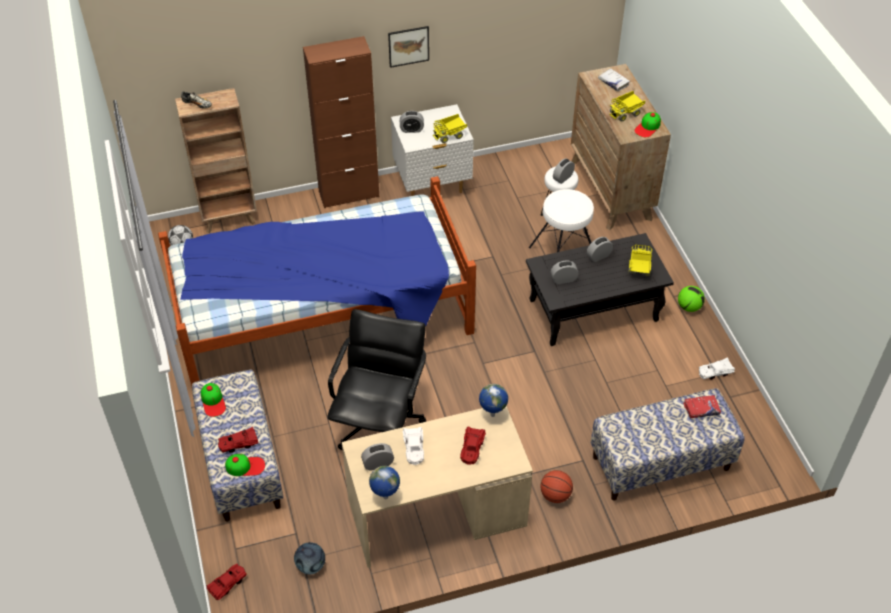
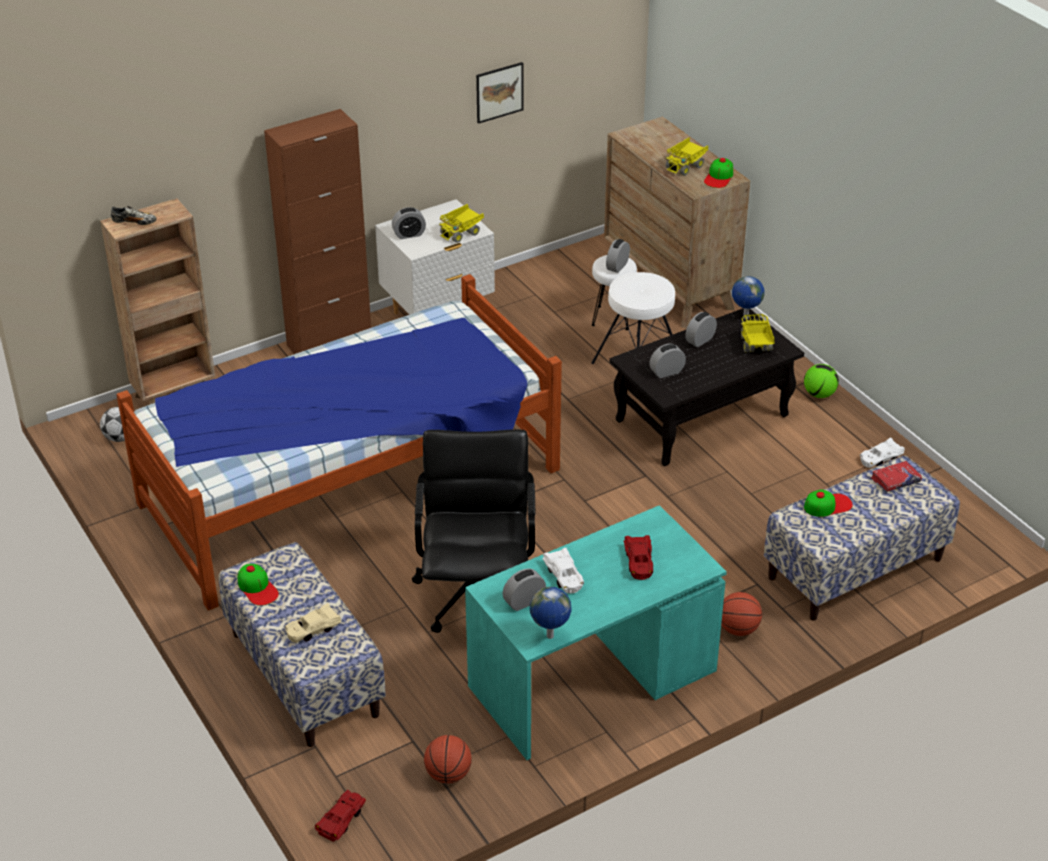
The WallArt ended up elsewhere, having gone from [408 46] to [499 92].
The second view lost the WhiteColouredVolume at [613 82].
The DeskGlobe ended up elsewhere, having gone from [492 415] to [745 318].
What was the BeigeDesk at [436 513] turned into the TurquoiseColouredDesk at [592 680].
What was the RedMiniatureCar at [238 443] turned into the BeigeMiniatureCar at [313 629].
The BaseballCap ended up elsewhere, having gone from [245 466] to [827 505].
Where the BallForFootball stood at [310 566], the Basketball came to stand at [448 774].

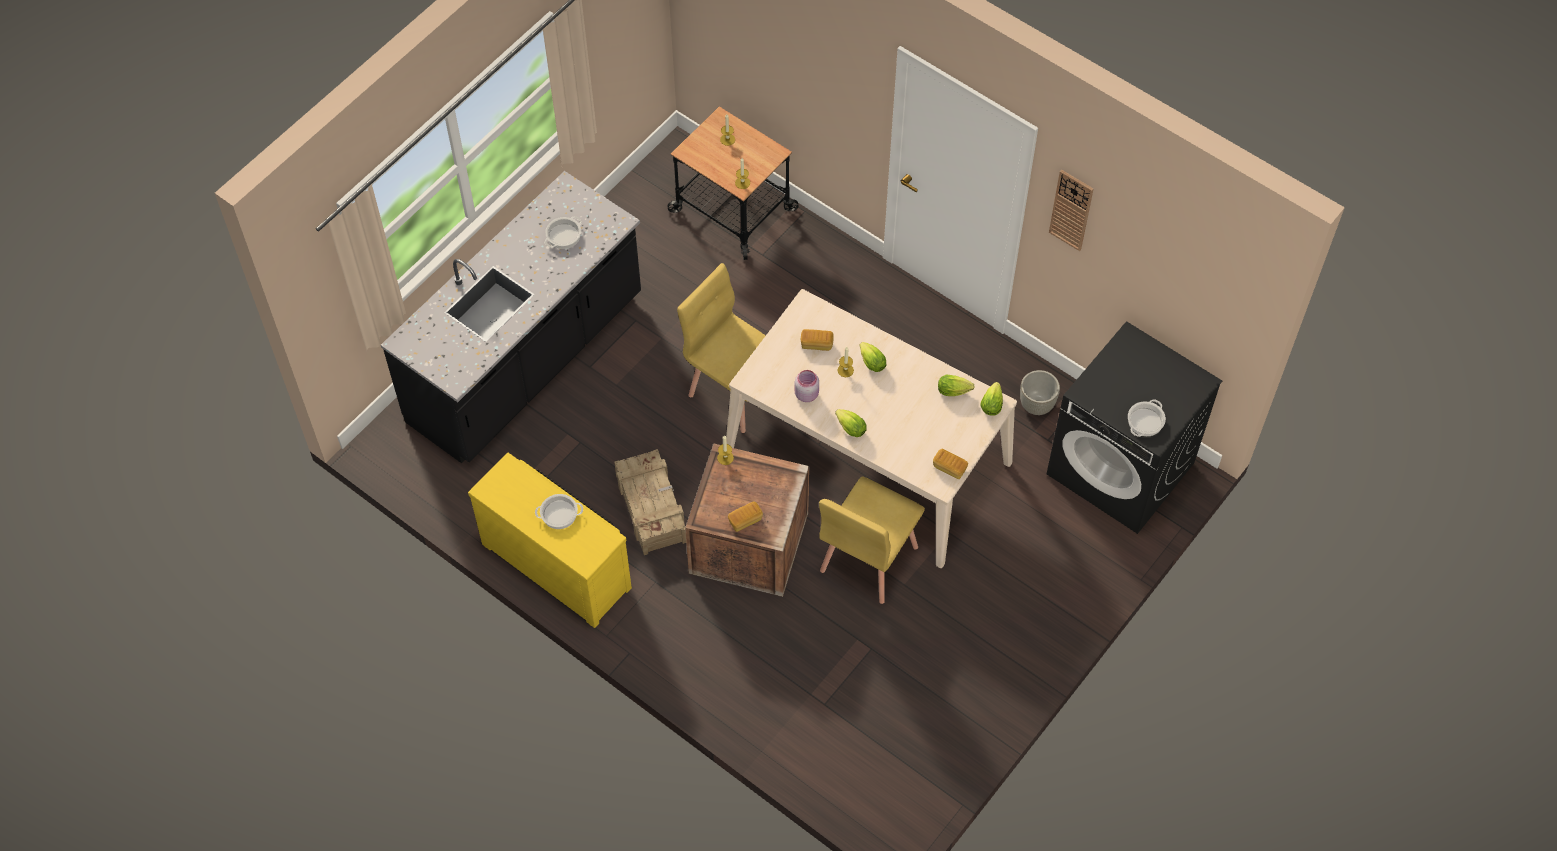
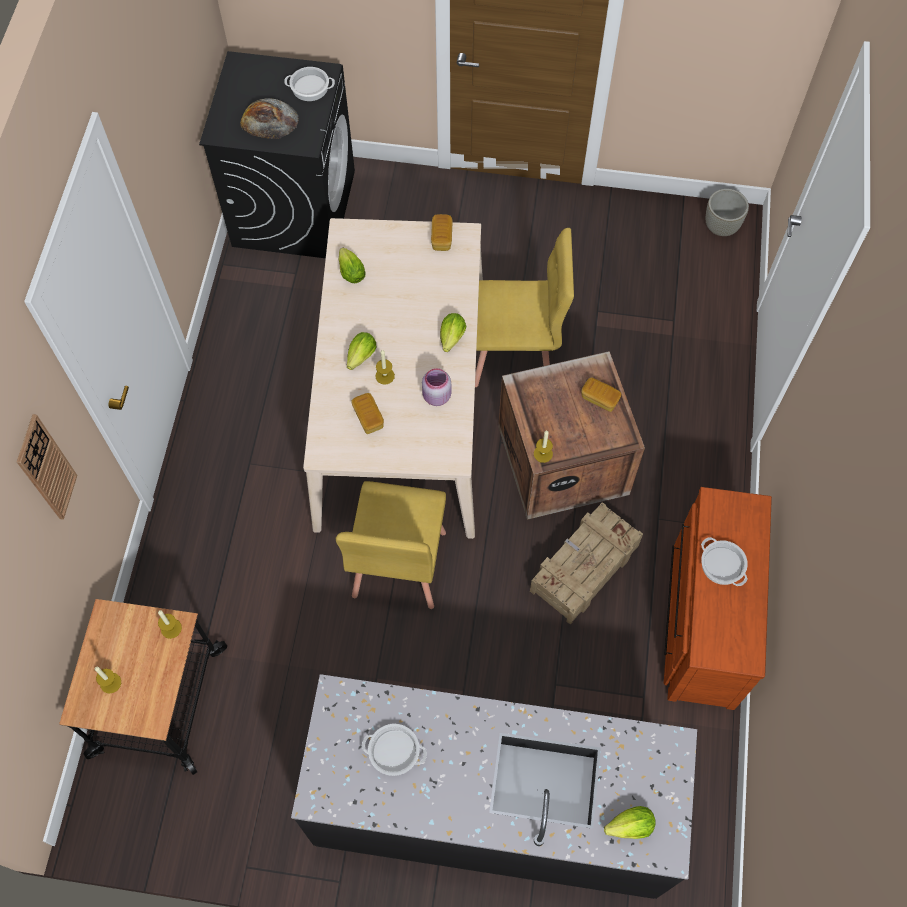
The WallClock ended up elsewhere, having gone from [1071 210] to [46 468].
The GrayPlanter ended up elsewhere, having gone from [1036 405] to [721 227].
The HeadOfLettuce ended up elsewhere, having gone from [992 403] to [627 827].
What was the YellowishDresser at [559 563] turned into the BrownDresser at [701 620].
The second view gained the Bread at [269 120].

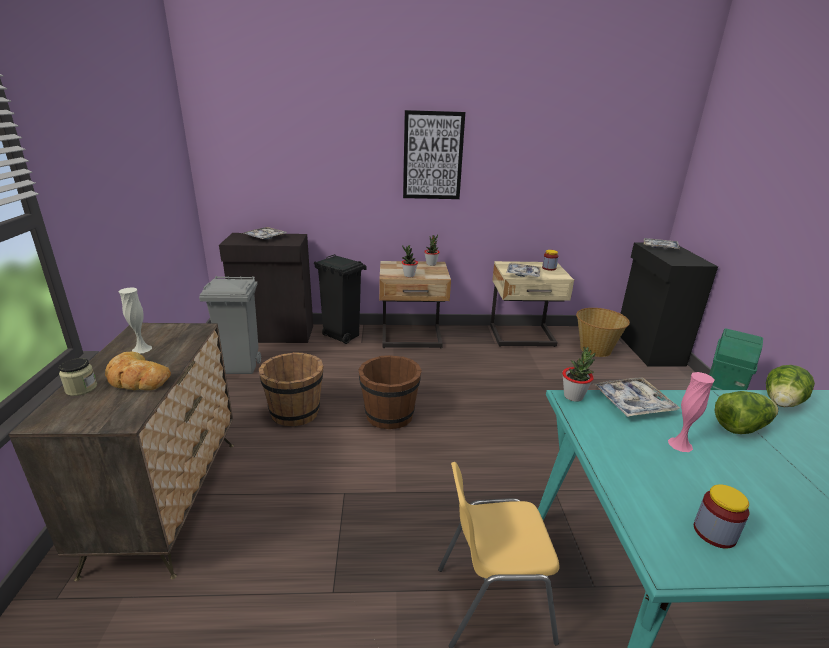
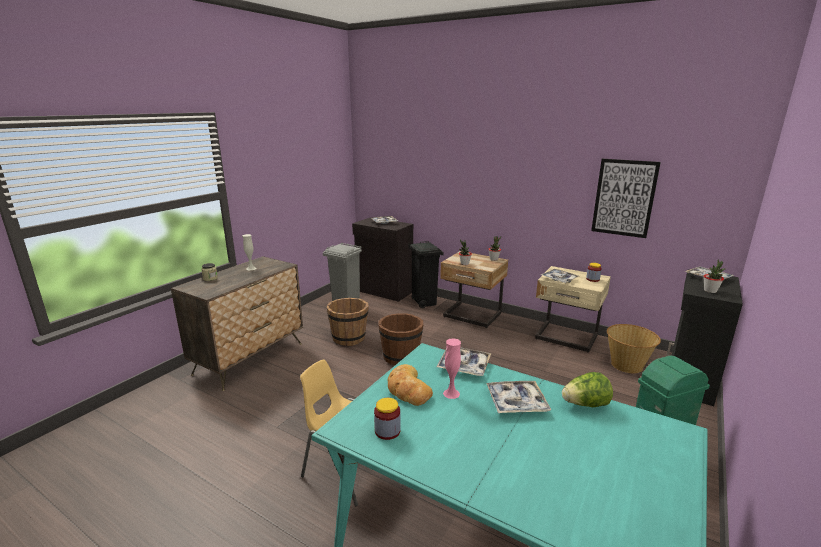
The WallArt ended up elsewhere, having gone from [433 156] to [624 198].
The PottedPlant ended up elsewhere, having gone from [573 396] to [710 291].
The Bread ended up elsewhere, having gone from [136 378] to [407 389].
Where the HeadOfLettuce stood at [740 427], the Tray came to stand at [516 402].

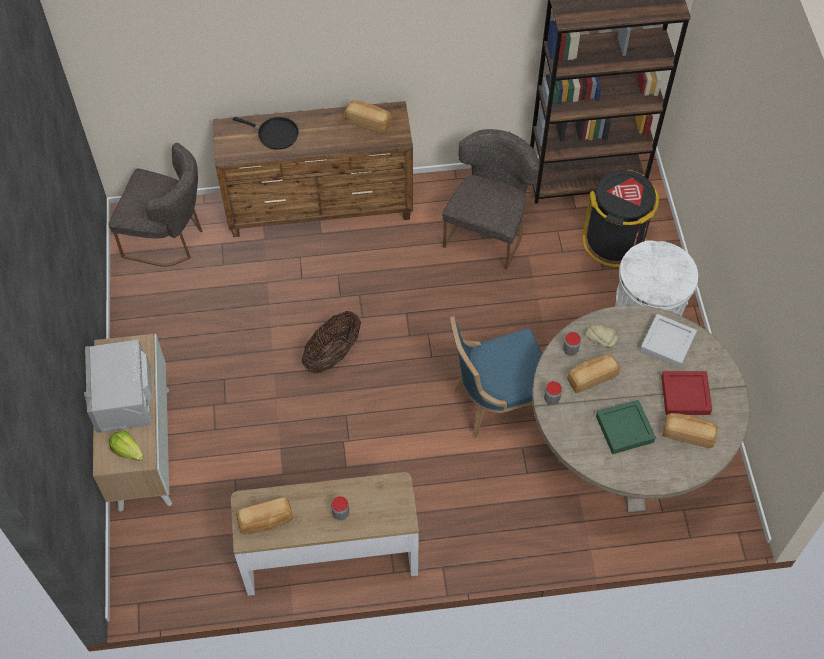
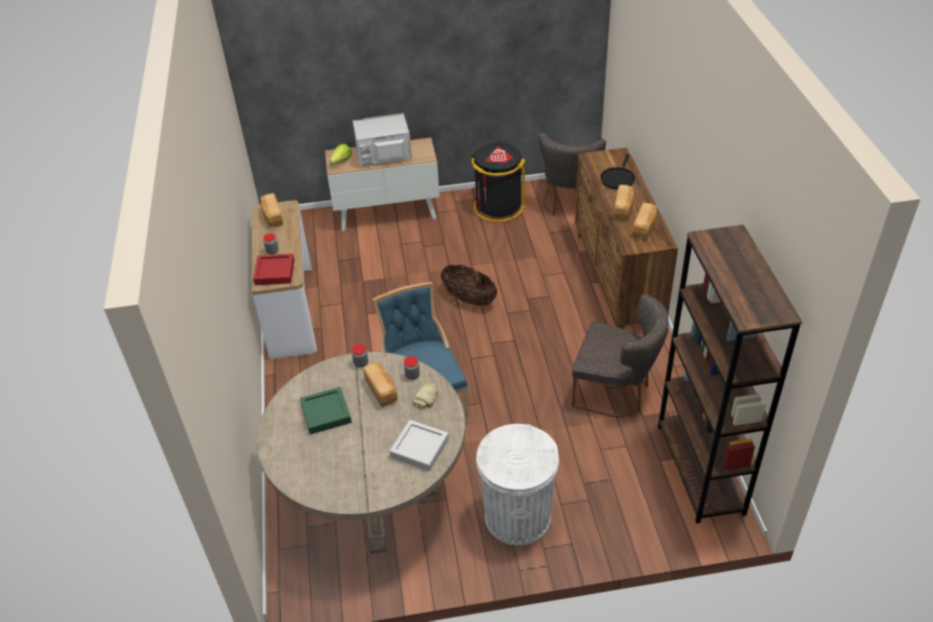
The BlackColouredWasteBin ended up elsewhere, having gone from [615 242] to [498 207].
The RedTray ended up elsewhere, having gone from [685 395] to [275 272].
The Bread ended up elsewhere, having gone from [688 434] to [623 209].

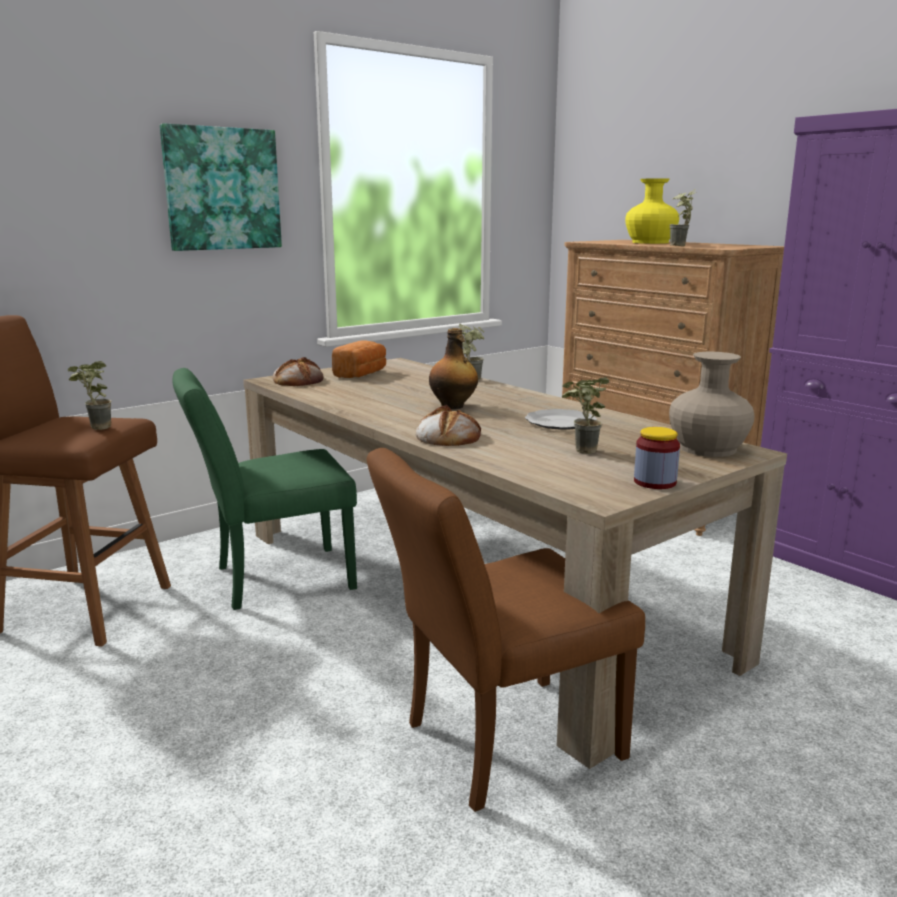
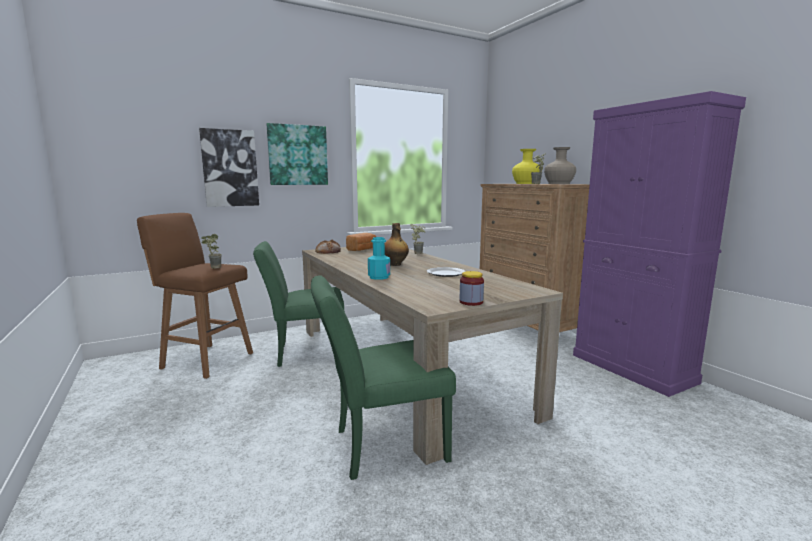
The BeigeFlowerVase ended up elsewhere, having gone from [707 448] to [559 183].
The second view lost the PottedPlant at [581 452].
Where the Bread stood at [447 436], the TurquoiseColouredDrinkBottle came to stand at [379 277].
What was the BrownUprightChair at [498 744] turned into the GreenUprightChair at [381 446].
The second view gained the WallArt at [230 168].

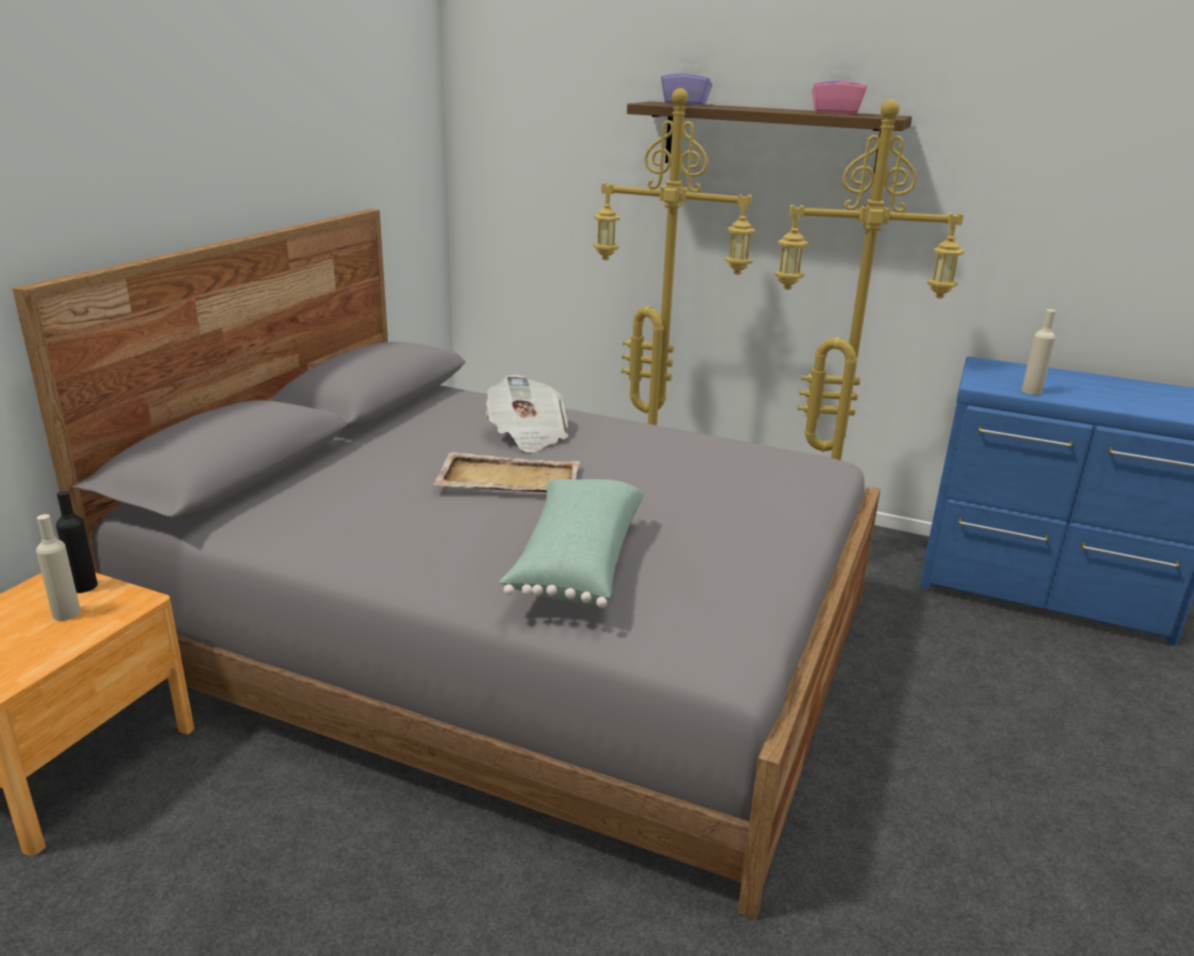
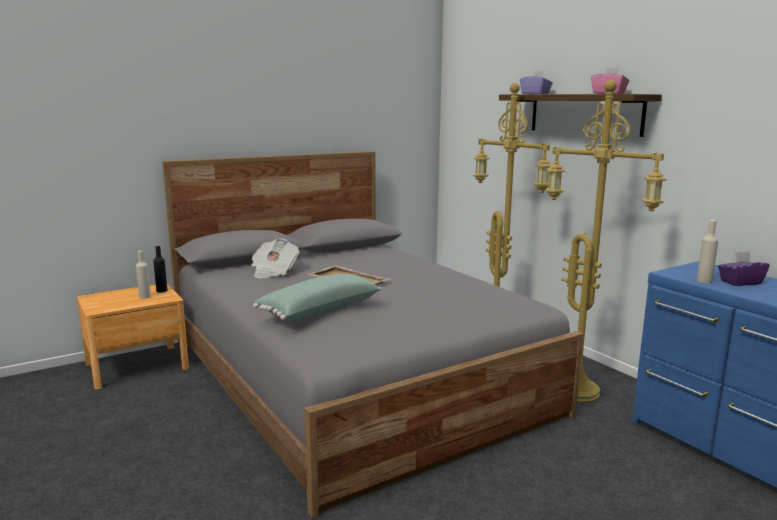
The PrintedPaper ended up elsewhere, having gone from [527 435] to [274 272].
The second view gained the PurplishBoxOfTissues at [740 282].

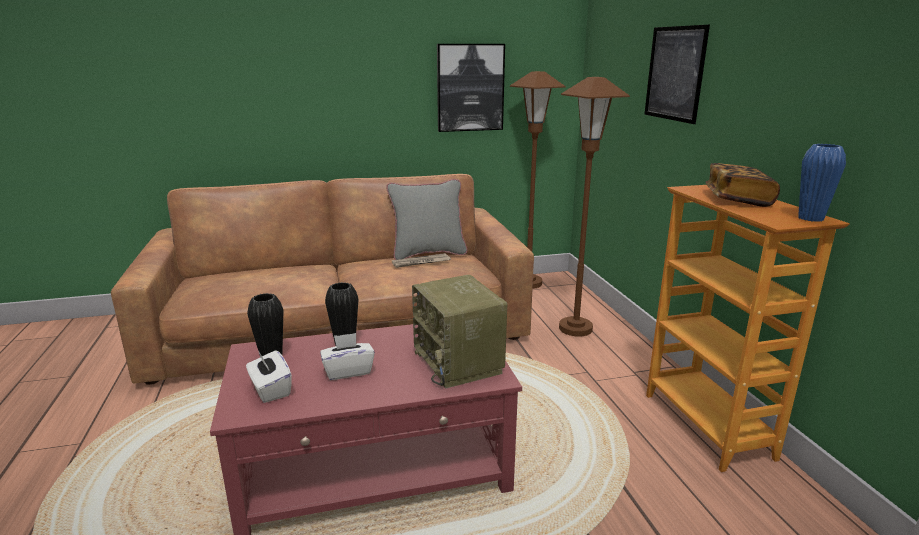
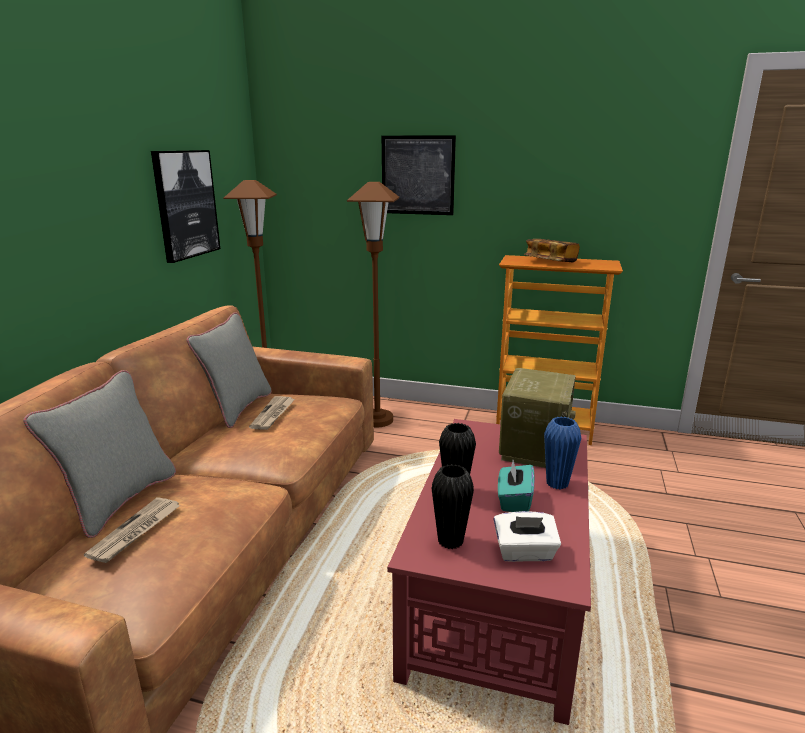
The BlueFlowerVase ended up elsewhere, having gone from [810 218] to [557 483].
The RadioReceiver at [459 362] ended up facing another way, 75 degrees counterclockwise from before.
What was the WhiteColouredBoxOfTissues at [348 371] turned into the TurquoiseColouredBoxOfTissues at [514 500].
The second view gained the GrayPillow at [119 500].
The second view gained the PrintedPaper at [135 532].

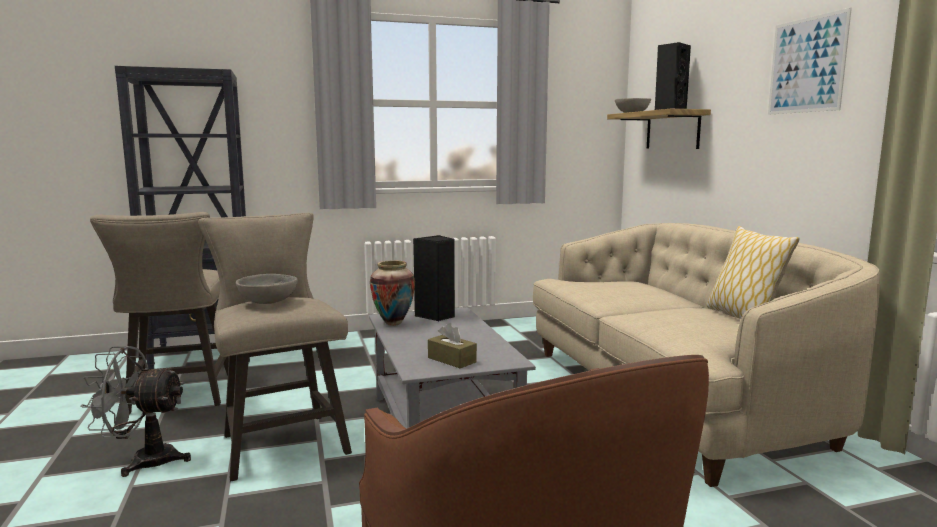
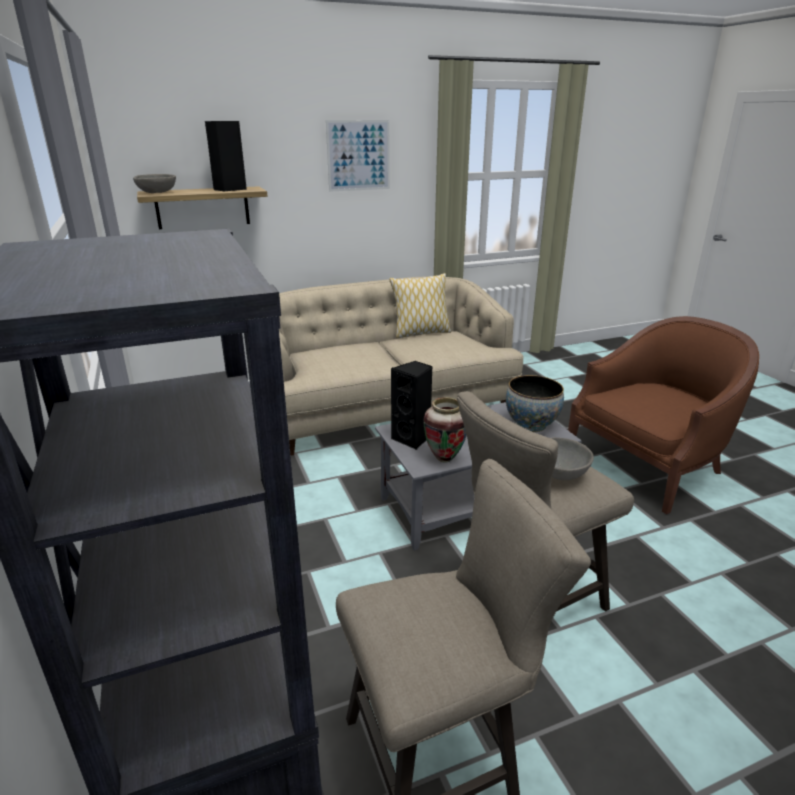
Where the BrownBoxOfTissues stood at [452 360], the Bowl came to stand at [531 425].
The second view lost the GrayFan at [143 460].

